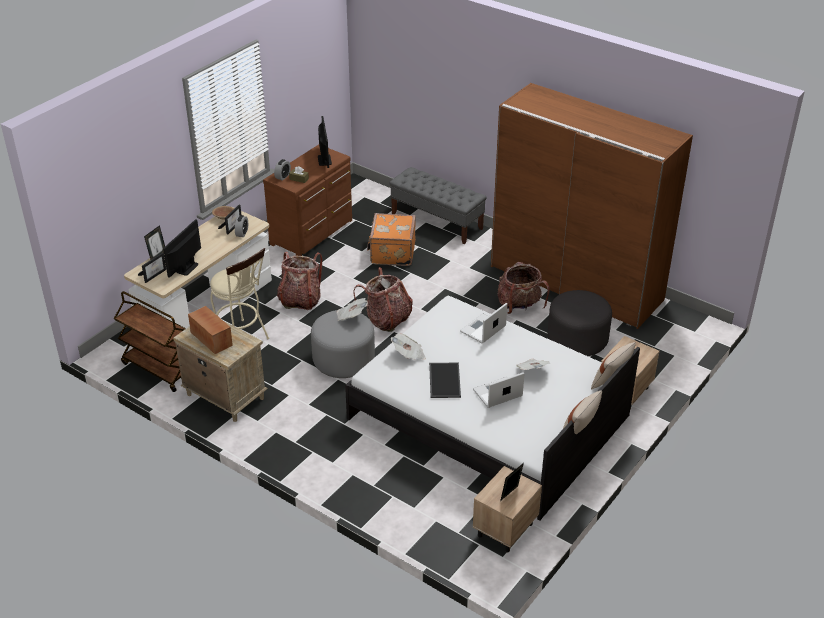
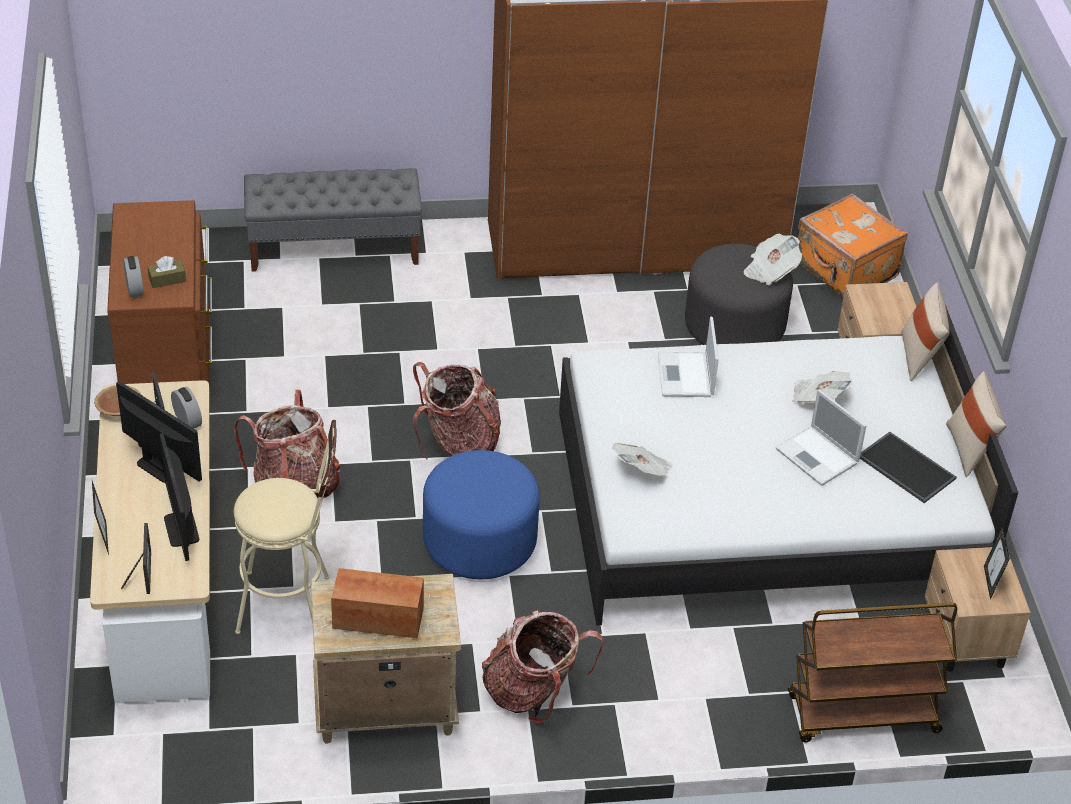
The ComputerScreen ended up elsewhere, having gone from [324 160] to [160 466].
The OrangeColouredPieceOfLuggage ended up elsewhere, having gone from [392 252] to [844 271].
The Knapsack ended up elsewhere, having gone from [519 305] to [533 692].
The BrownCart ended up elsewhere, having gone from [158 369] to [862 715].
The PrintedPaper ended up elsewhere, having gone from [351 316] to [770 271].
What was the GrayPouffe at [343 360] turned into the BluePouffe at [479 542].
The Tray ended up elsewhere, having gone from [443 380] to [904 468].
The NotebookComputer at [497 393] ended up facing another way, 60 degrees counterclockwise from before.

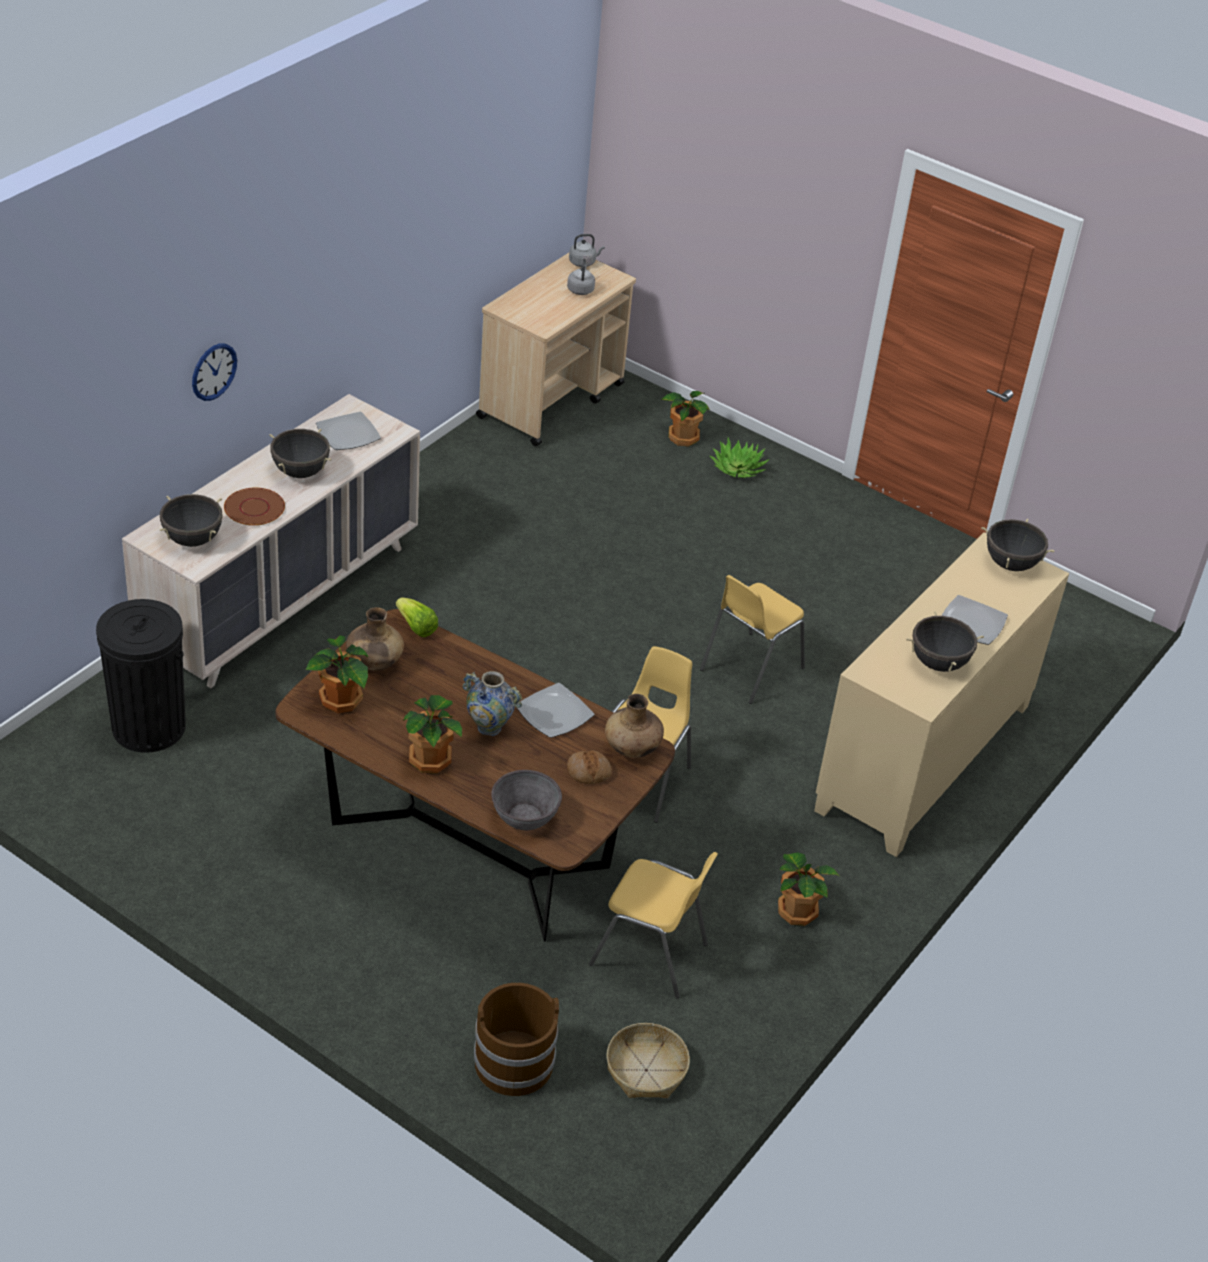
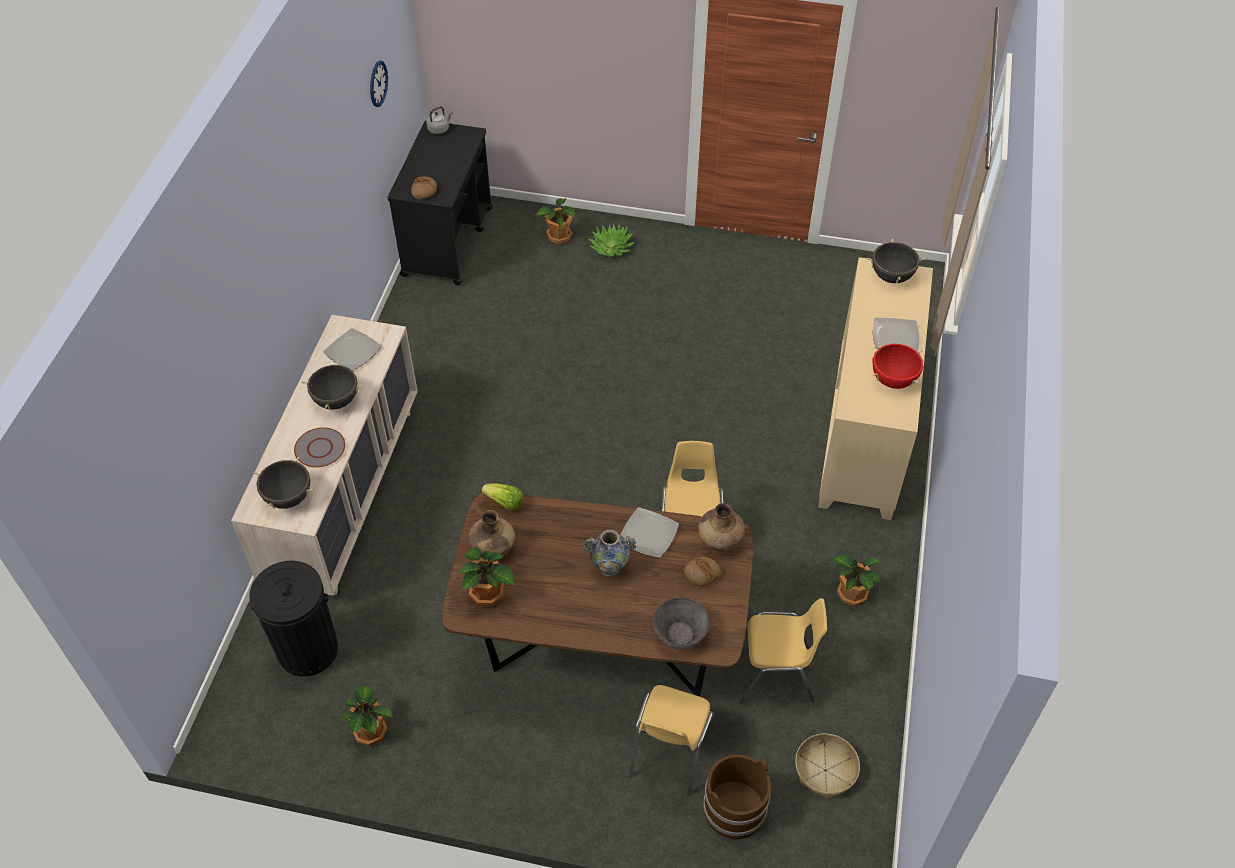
What was the BeigeCart at [552 400] turned into the BlackColouredCart at [448 241].
The second view lost the GrayTeaKettle at [580 289].
The WallClock ended up elsewhere, having gone from [214 371] to [378 83].
What was the BrownDinnerPlate at [255 508] turned into the GrayDinnerPlate at [320 448].
The YellowishUprightChair ended up elsewhere, having gone from [750 668] to [670 752].
What was the BlackColouredStockpot at [938 663] turned into the RedStockpot at [893 380].
The PottedPlant ended up elsewhere, having gone from [431 759] to [371 730].
The second view gained the Bread at [424 191].

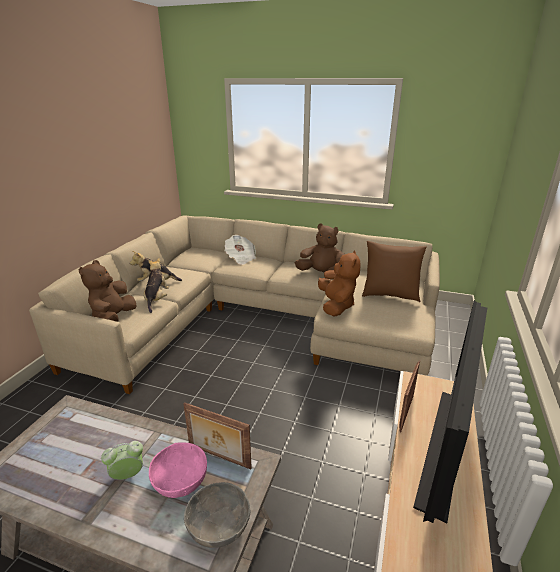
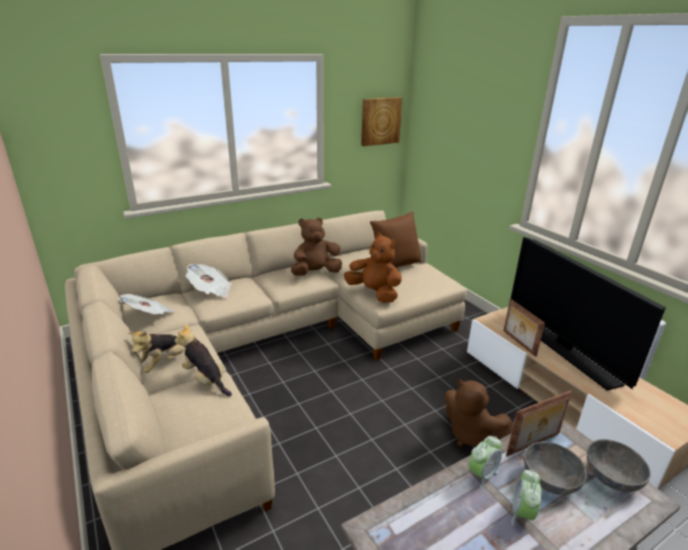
The BrownSoftToy ended up elsewhere, having gone from [113 319] to [471 434].
What was the PinkColouredBowl at [180 481] turned into the GrayBowl at [549 479].
The second view gained the WallArt at [380 121].
The second view gained the PrintedPaper at [149 315].
The second view gained the AlarmClock at [482 474].

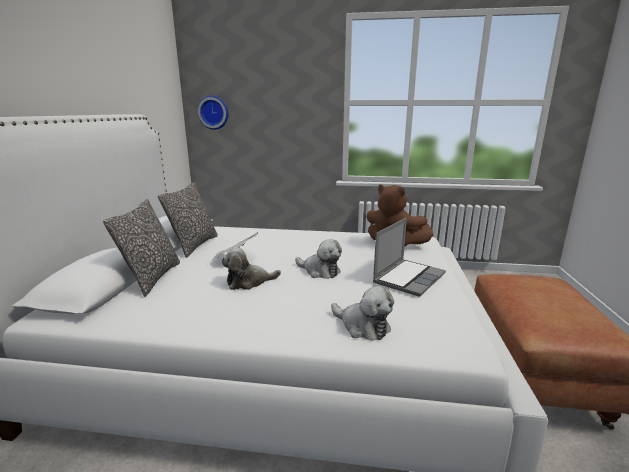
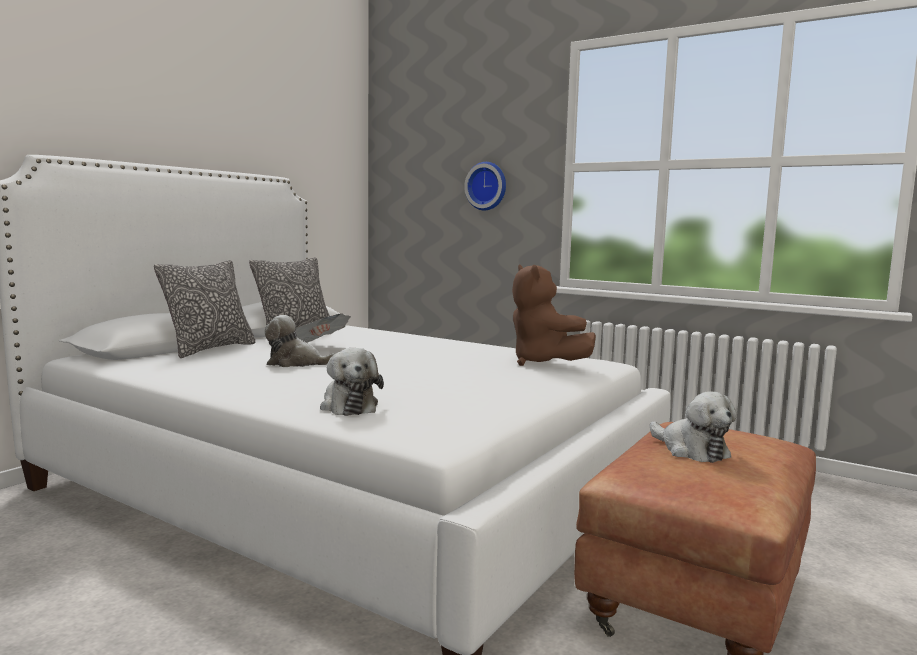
The WallClock ended up elsewhere, having gone from [214 112] to [487 186].
The second view lost the NotebookComputer at [408 278].
The SoftToy ended up elsewhere, having gone from [320 271] to [691 450].

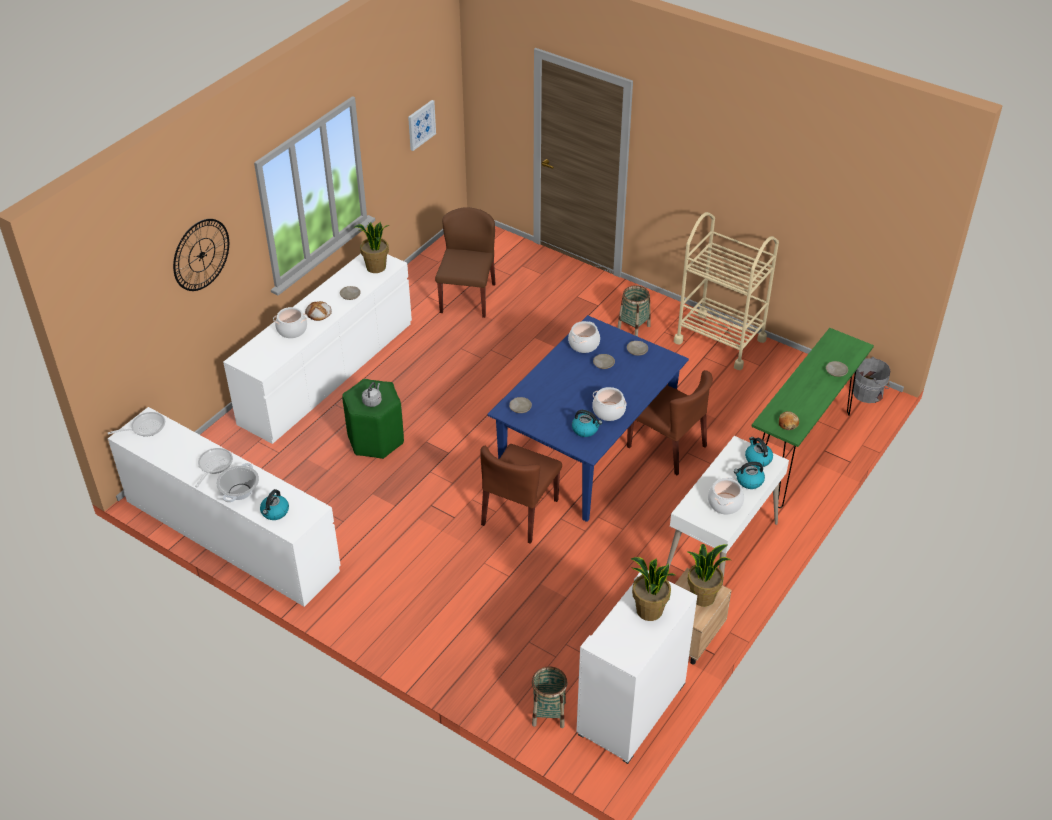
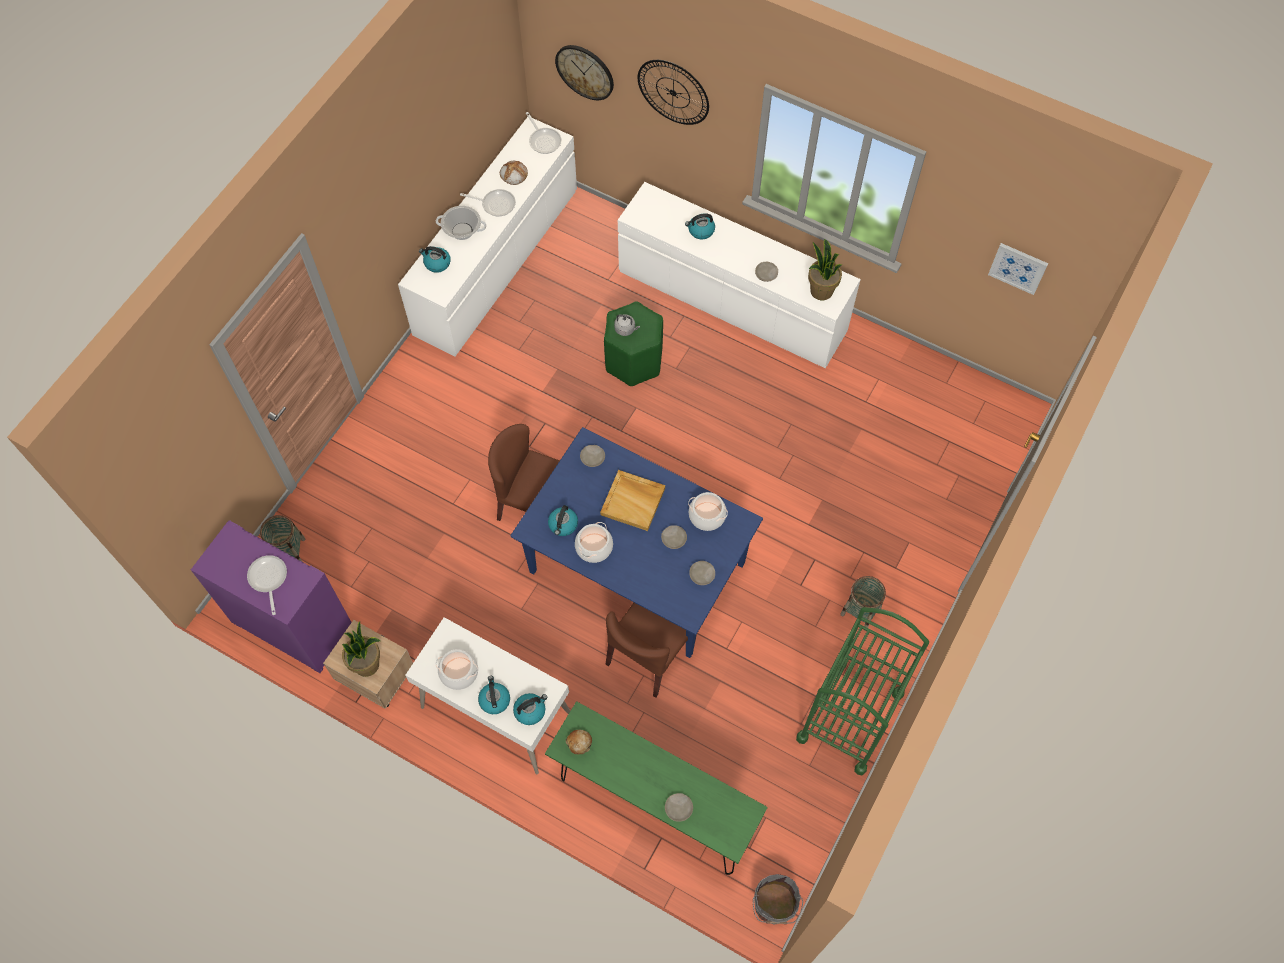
The second view lost the BrownUprightChair at [467 297].
What was the BeigeCart at [720 340] turned into the GreenCart at [850 716].
The Bread ended up elsewhere, having gone from [318 313] to [513 174].
Where the Stockpot stood at [292 330], the TeaKettle came to stand at [700 231].
Where the PottedPlant stood at [649 611], the Pan came to stand at [268 579].
What was the WhiteColouredCupboard at [632 709] turned into the PurplishCupboard at [291 624].
The second view gained the WallClock at [585 71].
The second view gained the BeigeTray at [633 501].

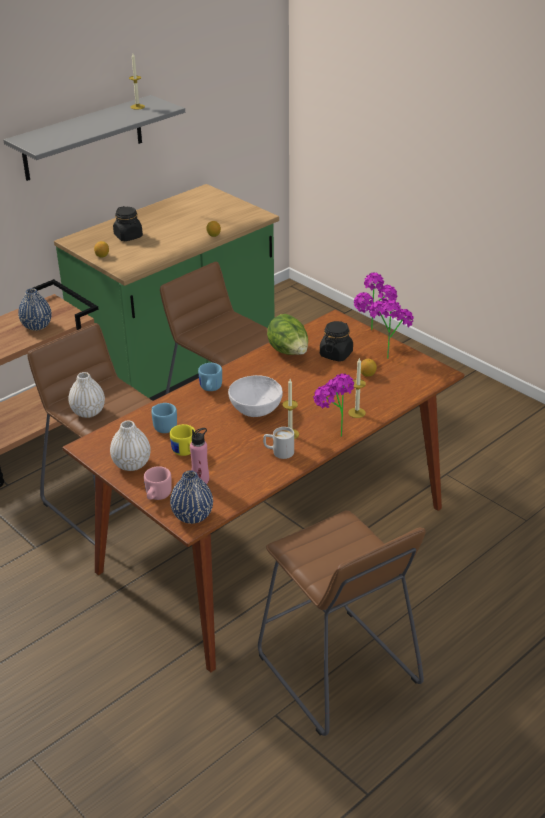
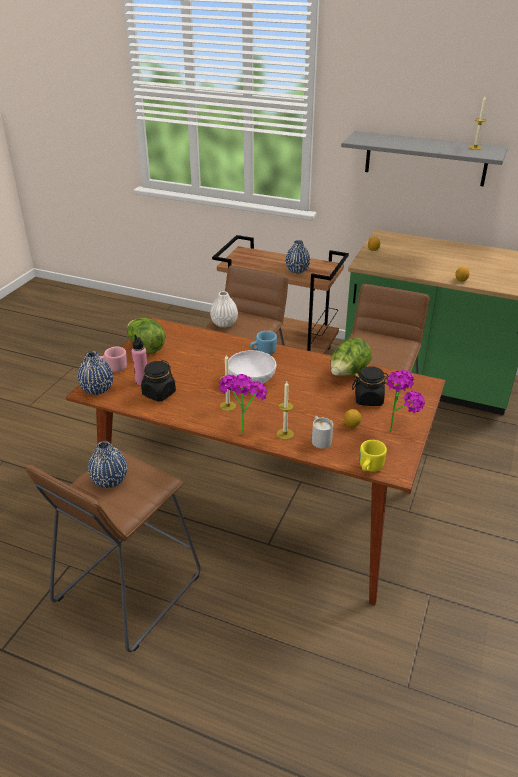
The BlackColouredPreserveJar ended up elsewhere, having gone from [128 236] to [159 393].
The second view lost the PottedPlant at [374 334].
The second view lost the BlueTeaMug at [163 426].
Where the WhiteColouredFlowerVase stood at [132 464], the HeadOfLettuce came to stand at [146 348].
The YellowishTeaMug ended up elsewhere, having gone from [185 453] to [369 468].
The WhiteColouredTeaMug ended up elsewhere, having gone from [278 452] to [320 439].
The second view gained the BlueFlowerVase at [110 480].

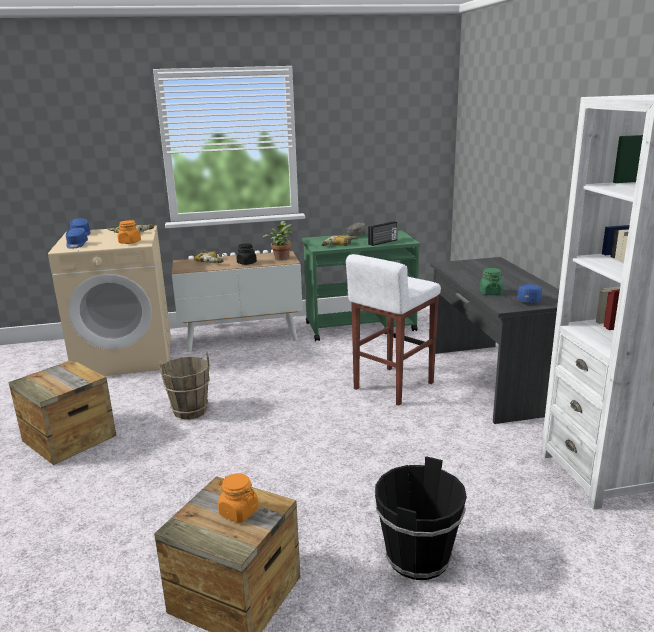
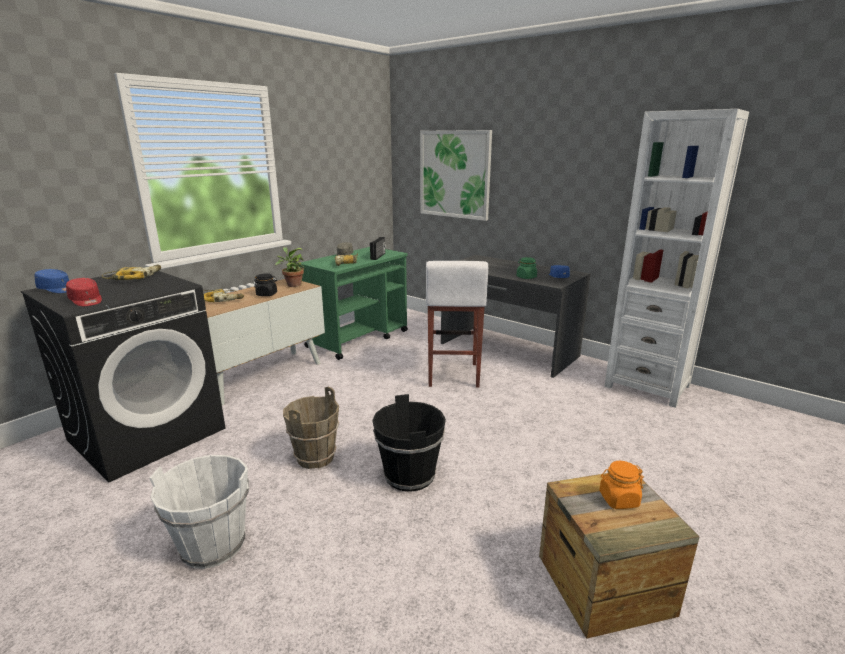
The second view lost the OrangeColouredPreserveJar at [129 242].
What was the BeigeLaundryMachine at [126 356] turned into the BlackColouredLaundryMachine at [148 433].
What was the BlueBaseballCap at [76 244] turned into the RedBaseballCap at [86 301].
Where the Crate stood at [69 438], the WhiteColouredBucket came to stand at [213 544].
The BlackColouredBucket ended up elsewhere, having gone from [417 557] to [409 475].
The second view gained the WallArt at [454 174].

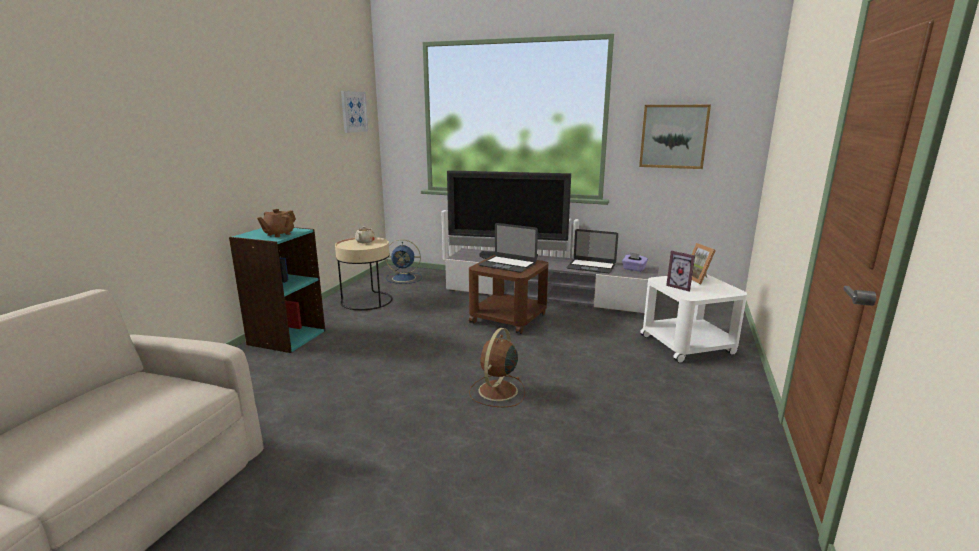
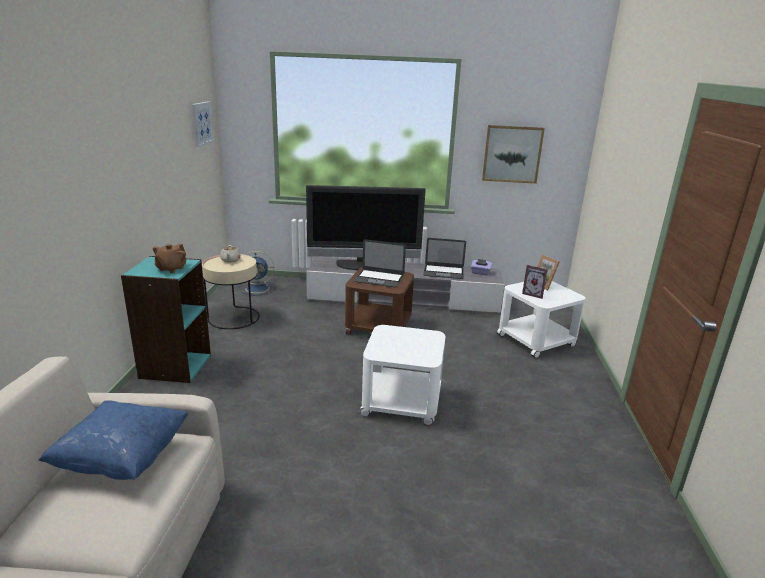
Where the BrownFan stood at [497 391], the WhiteColouredAccentTable came to stand at [402 401].
The second view gained the BluePillow at [123 459].

